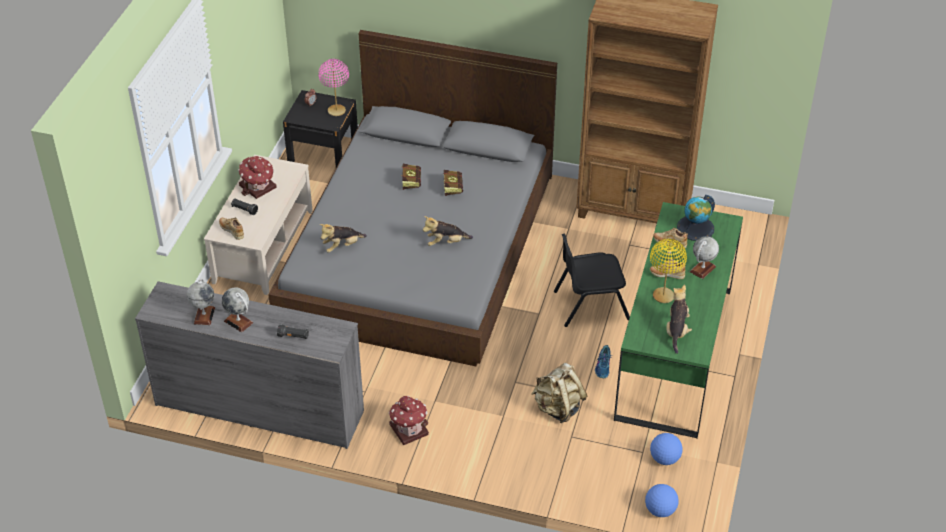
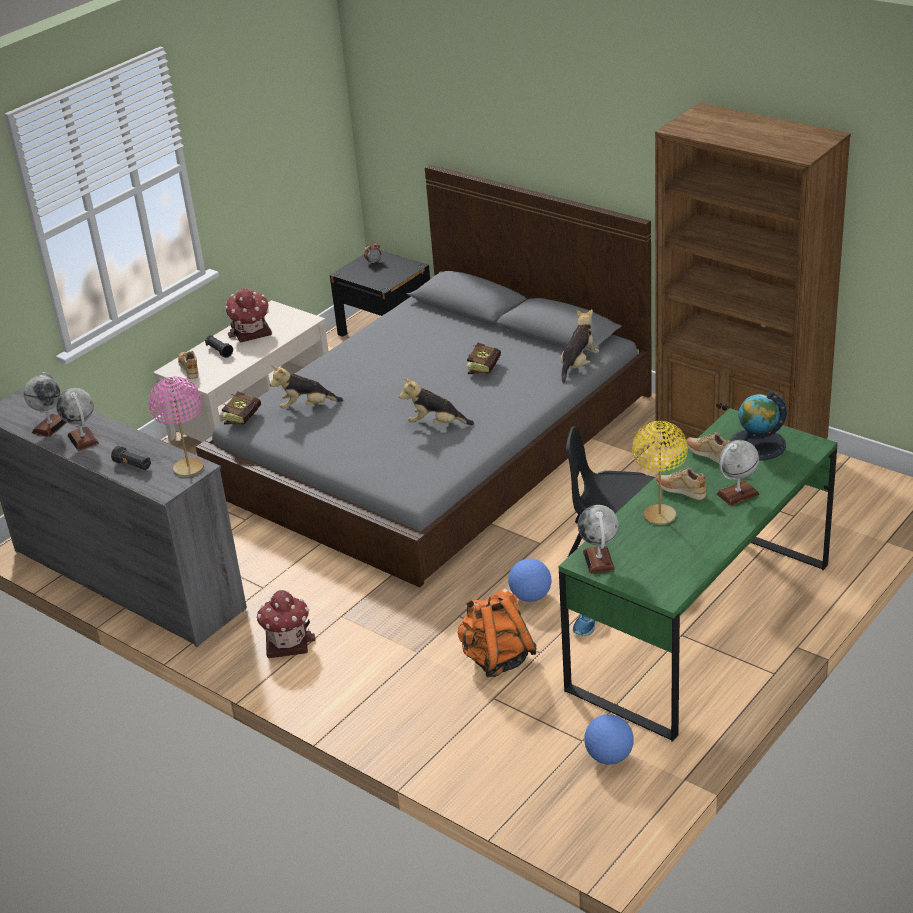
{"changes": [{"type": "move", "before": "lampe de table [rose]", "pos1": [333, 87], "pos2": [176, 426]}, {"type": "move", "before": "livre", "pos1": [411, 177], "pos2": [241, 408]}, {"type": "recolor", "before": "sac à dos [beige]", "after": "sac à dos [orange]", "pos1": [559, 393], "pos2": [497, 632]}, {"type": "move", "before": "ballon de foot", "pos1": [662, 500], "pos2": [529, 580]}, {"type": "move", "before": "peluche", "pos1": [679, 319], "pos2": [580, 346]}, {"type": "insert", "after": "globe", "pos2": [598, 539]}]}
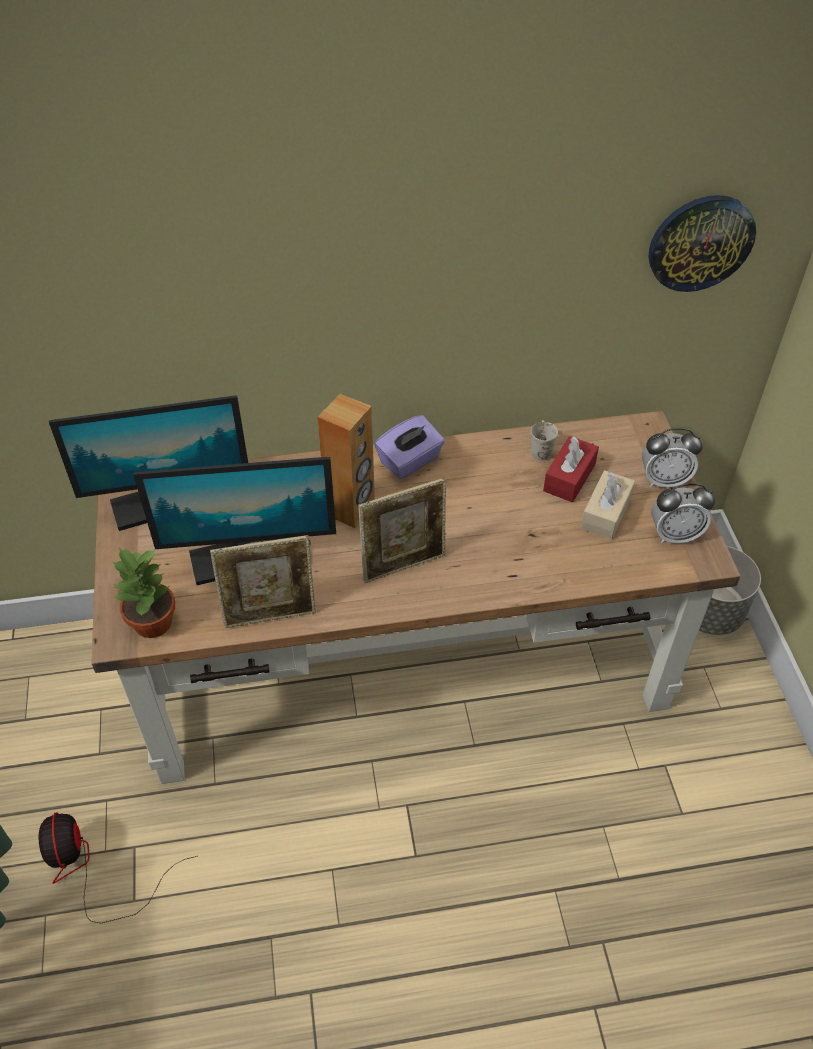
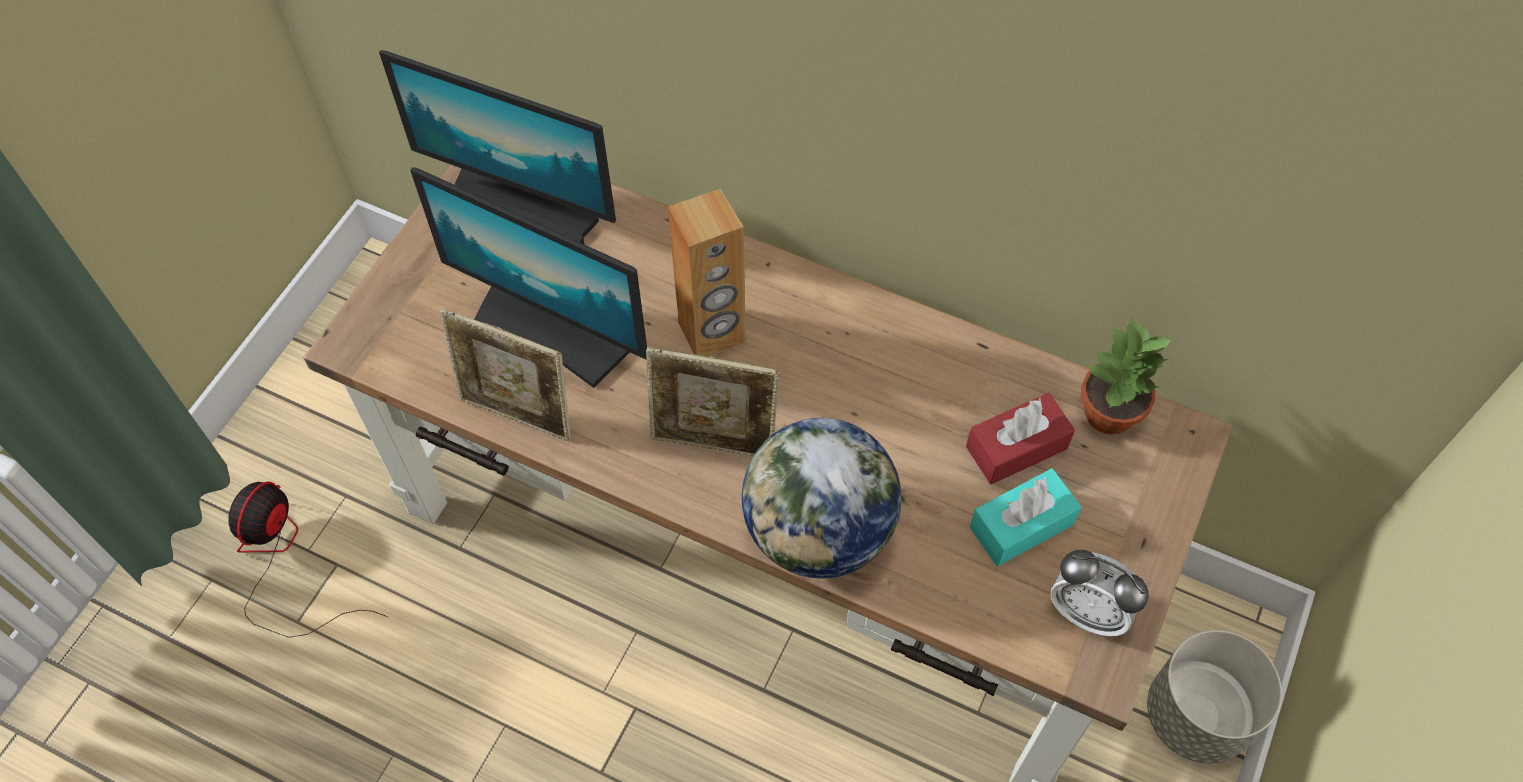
{"changes": [{"type": "move", "before": "plante en pot", "pos1": [143, 593], "pos2": [1126, 376]}, {"type": "delete", "before": "boîte à mouchoirs [violet]", "pos1": [410, 447]}, {"type": "delete", "before": "mug [blanc]", "pos1": [544, 440]}, {"type": "recolor", "before": "boîte à mouchoirs [beige]", "after": "boîte à mouchoirs [turquoise]", "pos1": [608, 505], "pos2": [1026, 517]}, {"type": "delete", "before": "réveil", "pos1": [672, 458]}, {"type": "delete", "before": "horloge murale", "pos1": [702, 243]}, {"type": "insert", "after": "globe", "pos2": [822, 498]}]}
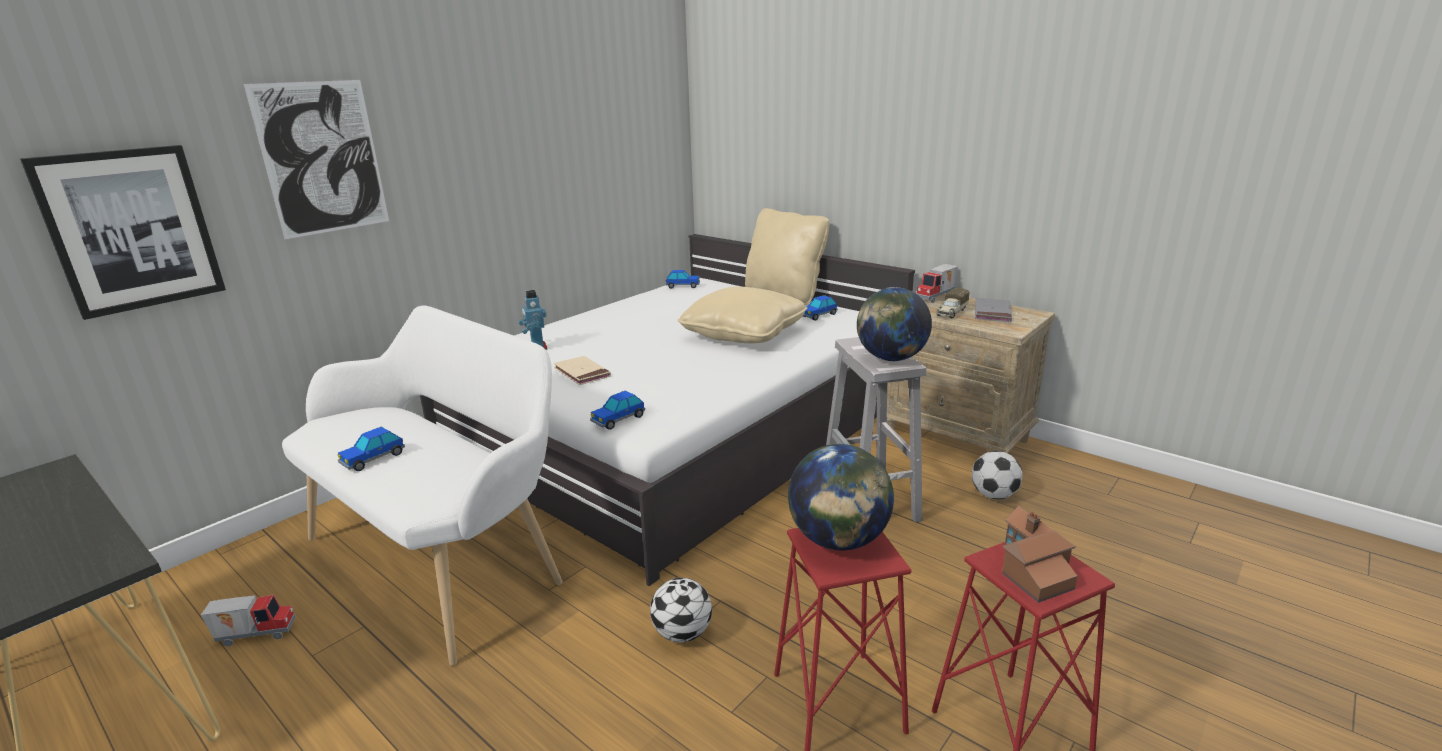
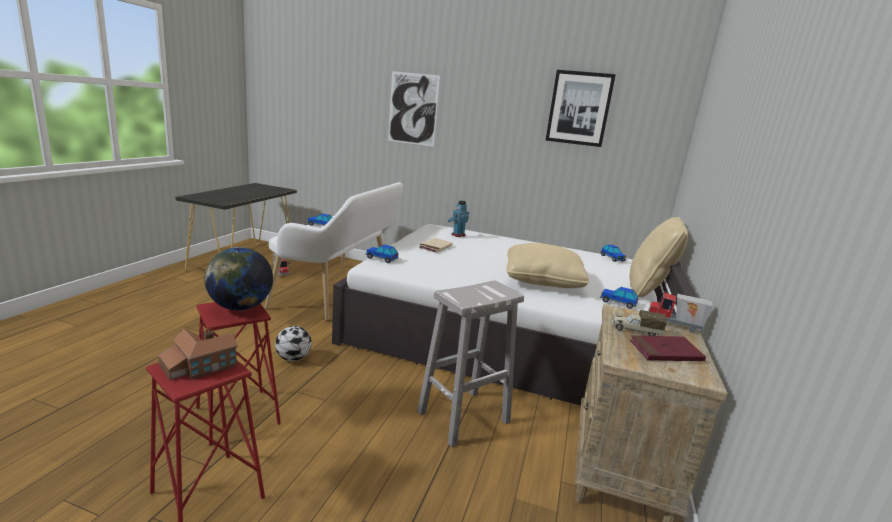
{"changes": [{"type": "move", "before": "tableau", "pos1": [123, 232], "pos2": [581, 108]}, {"type": "delete", "before": "globe", "pos1": [894, 324]}, {"type": "delete", "before": "ballon de foot", "pos1": [997, 475]}, {"type": "recolor", "before": "livre [gris]", "after": "livre [rouge]", "pos1": [993, 309], "pos2": [668, 348]}]}
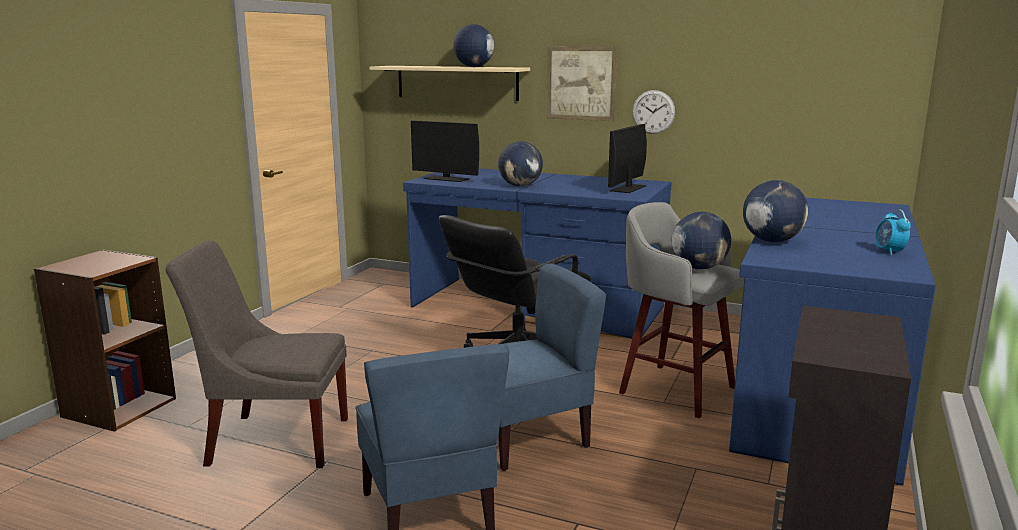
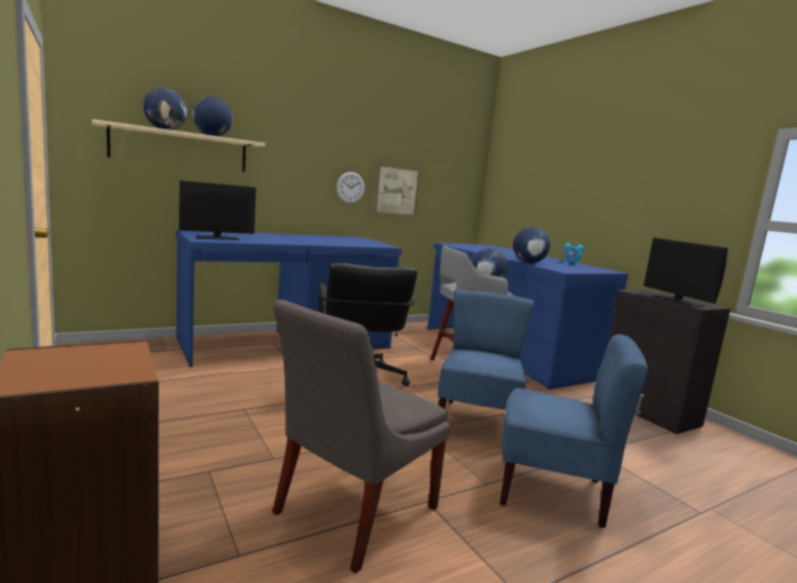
{"changes": [{"type": "move", "before": "globe", "pos1": [520, 163], "pos2": [165, 109]}, {"type": "move", "before": "tableau", "pos1": [582, 83], "pos2": [397, 190]}, {"type": "move", "before": "écran d'ordinateur", "pos1": [627, 158], "pos2": [686, 272]}]}
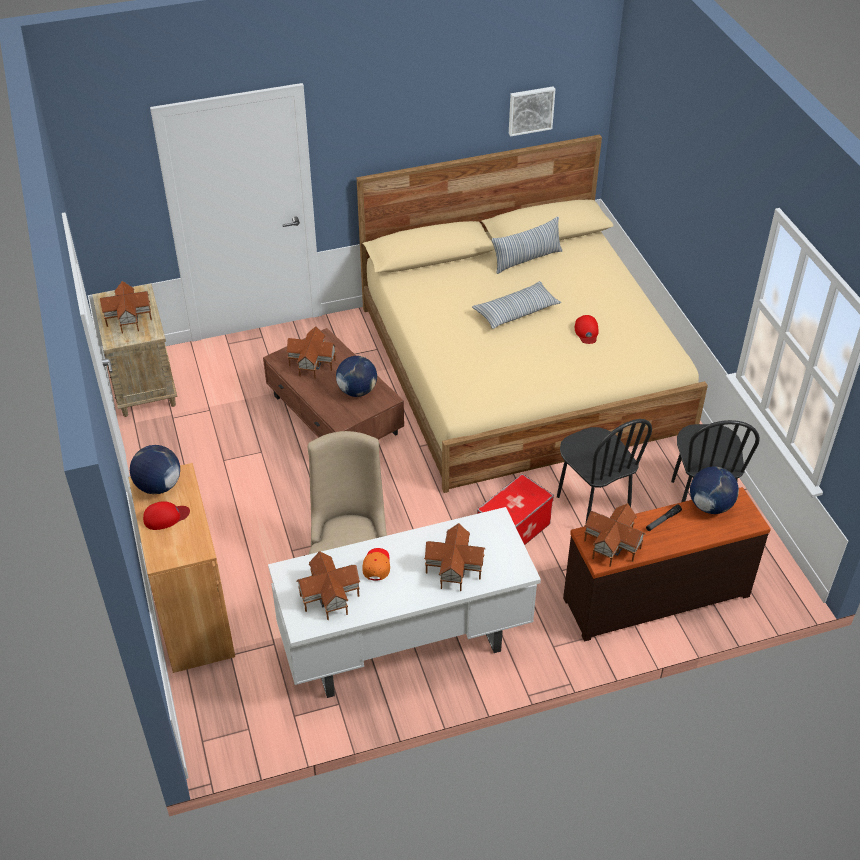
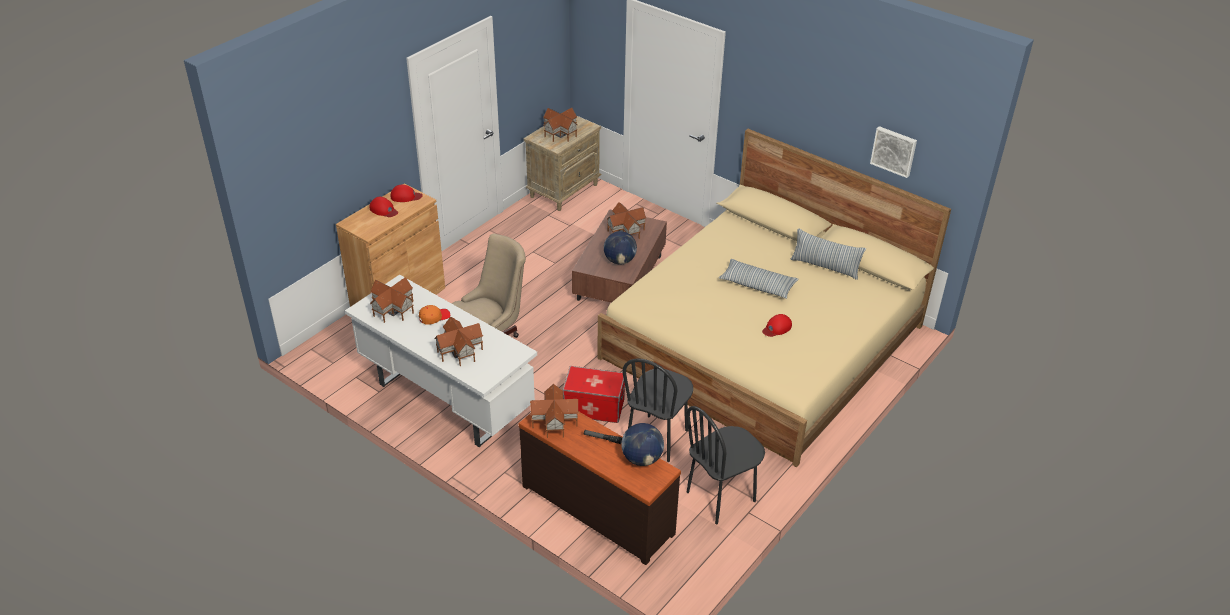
{"changes": [{"type": "replace", "before": "globe", "after": "casquette [rouge]", "pos1": [155, 469], "pos2": [407, 193]}]}
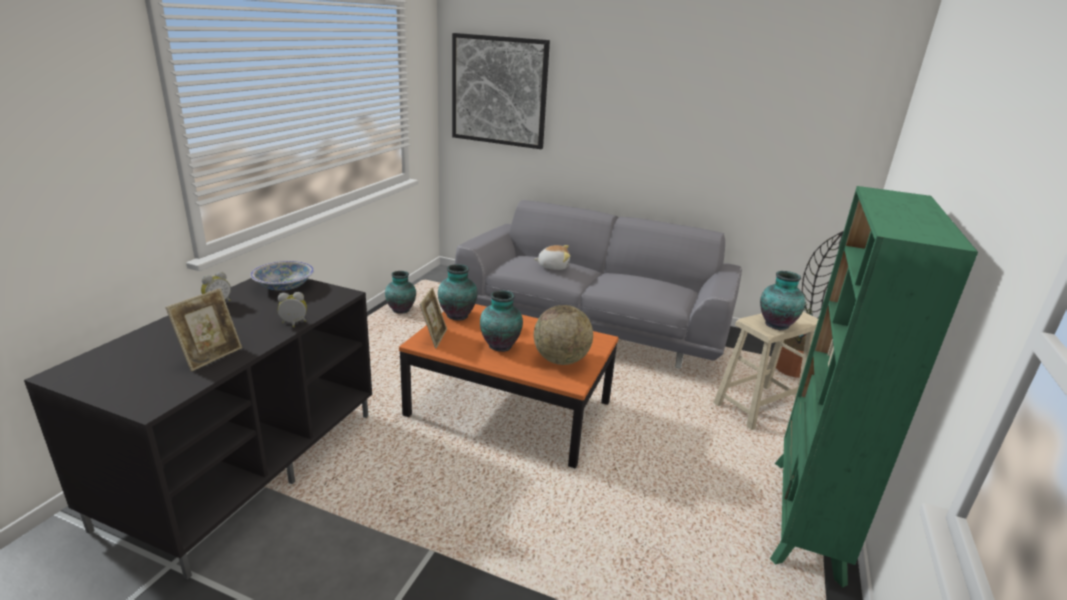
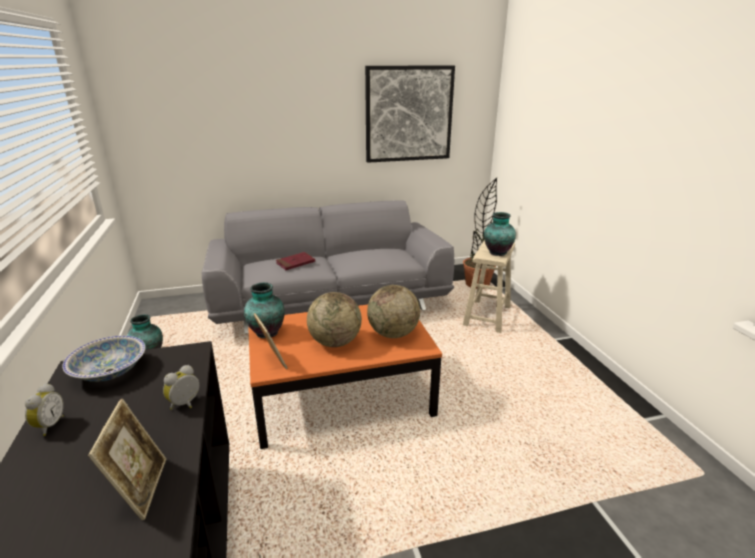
{"changes": [{"type": "move", "before": "tableau", "pos1": [501, 91], "pos2": [410, 114]}, {"type": "replace", "before": "vase", "after": "globe", "pos1": [501, 321], "pos2": [334, 319]}, {"type": "replace", "before": "peluche", "after": "livre [rouge]", "pos1": [552, 257], "pos2": [295, 261]}, {"type": "delete", "before": "bibliothèque [vert]", "pos1": [874, 386]}]}
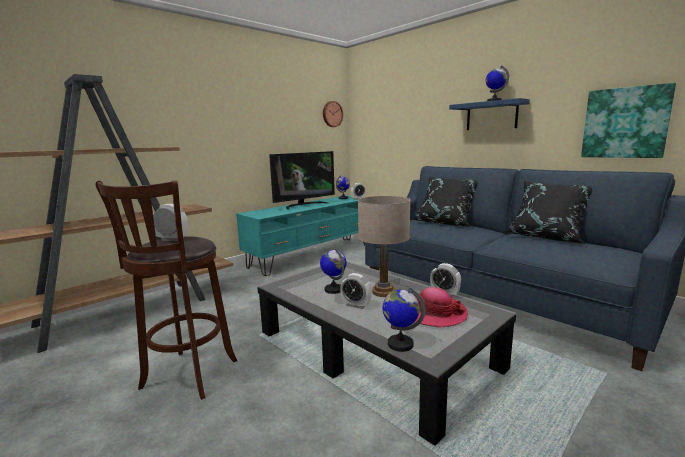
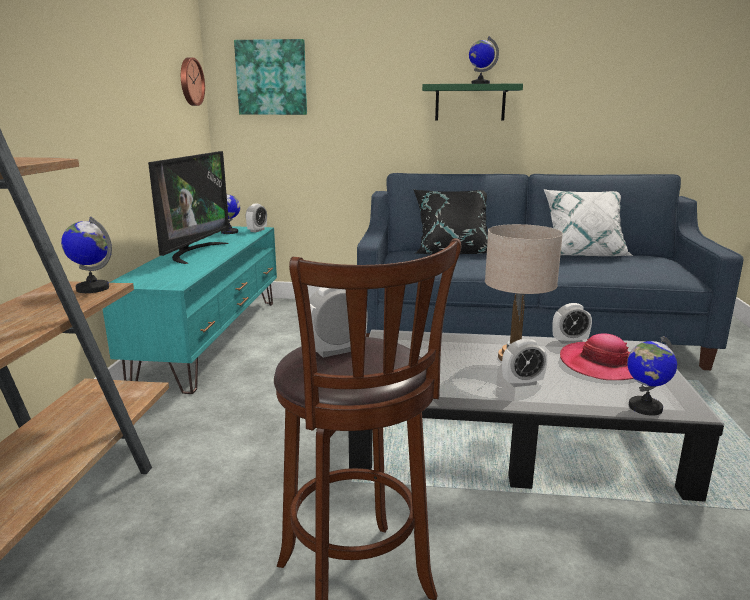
{"changes": [{"type": "move", "before": "globe", "pos1": [333, 271], "pos2": [86, 254]}, {"type": "recolor", "before": "étagère [bleu]", "after": "étagère [vert]", "pos1": [489, 114], "pos2": [472, 102]}, {"type": "recolor", "before": "coussin [noir]", "after": "coussin [blanc]", "pos1": [548, 212], "pos2": [588, 222]}, {"type": "move", "before": "tableau", "pos1": [628, 120], "pos2": [270, 77]}]}
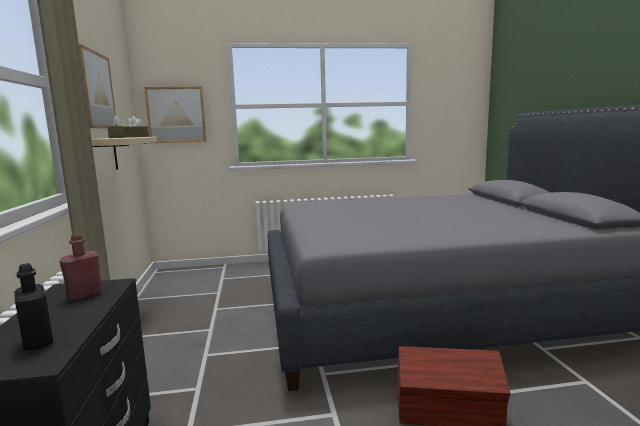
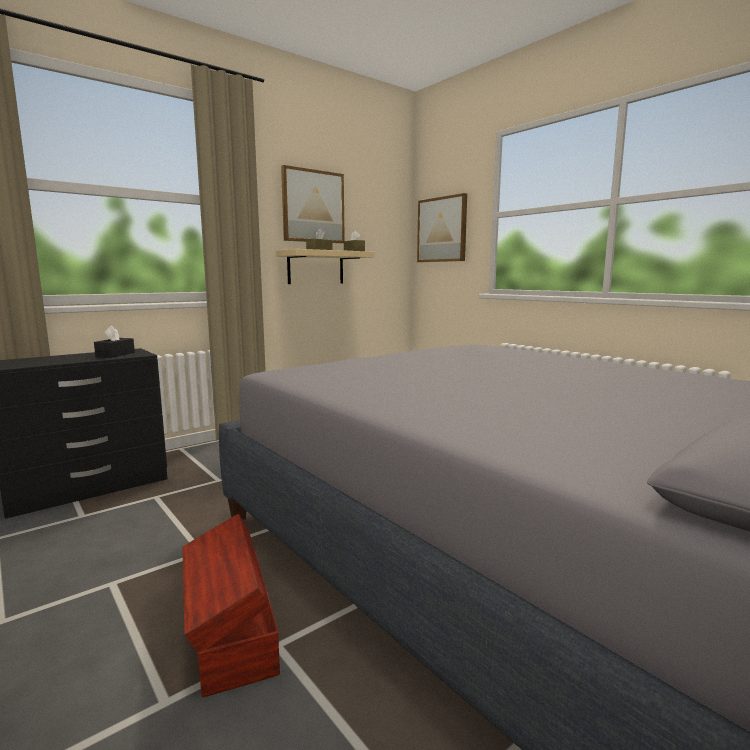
{"changes": [{"type": "delete", "before": "bouteille [noir]", "pos1": [33, 307]}, {"type": "replace", "before": "bouteille [rouge]", "after": "boîte à mouchoirs [noir]", "pos1": [80, 267], "pos2": [114, 342]}]}
